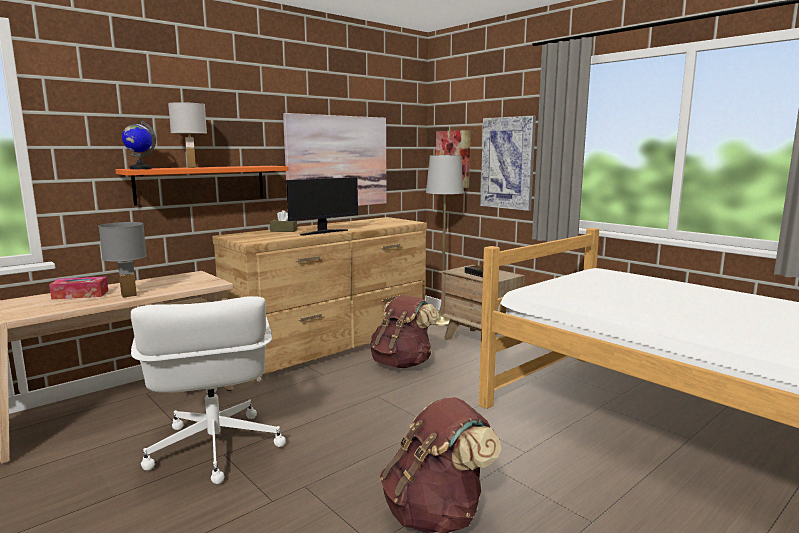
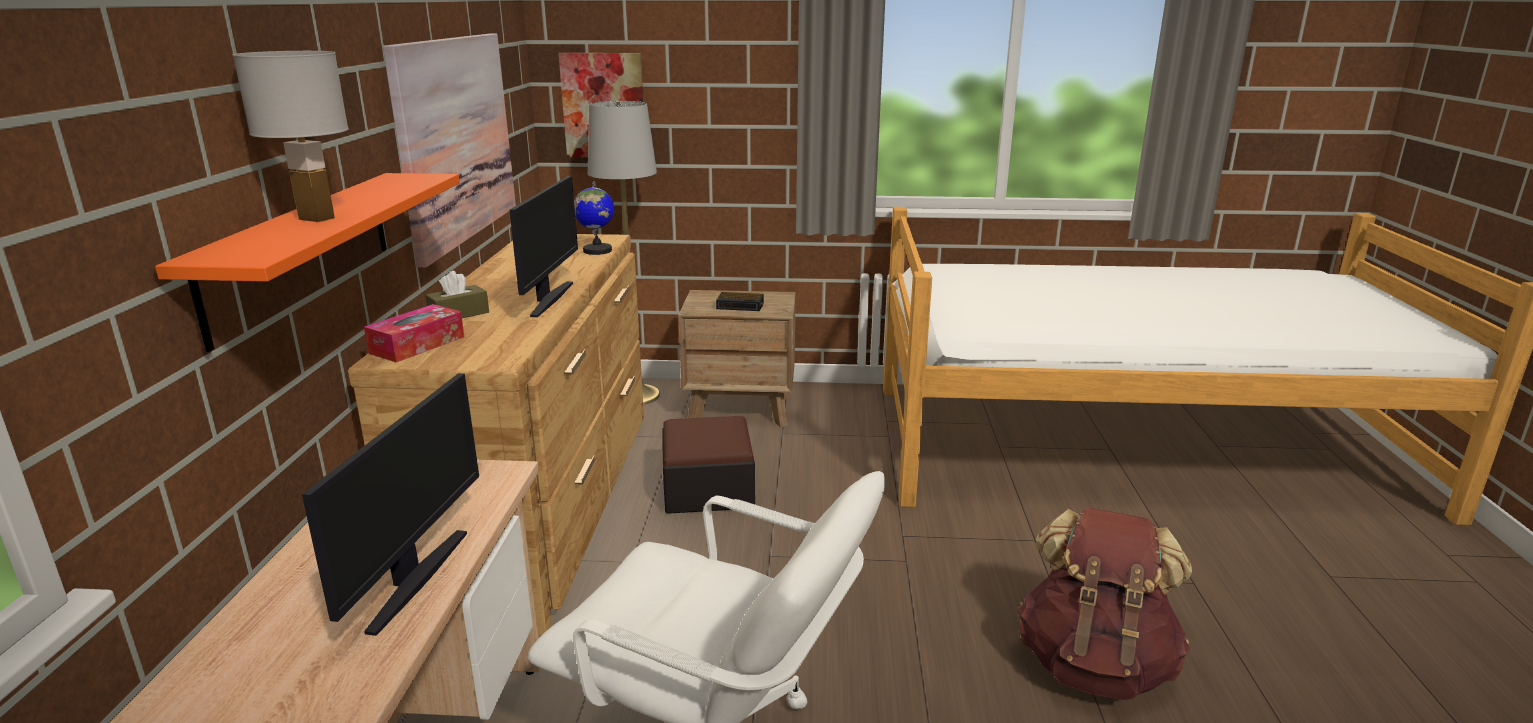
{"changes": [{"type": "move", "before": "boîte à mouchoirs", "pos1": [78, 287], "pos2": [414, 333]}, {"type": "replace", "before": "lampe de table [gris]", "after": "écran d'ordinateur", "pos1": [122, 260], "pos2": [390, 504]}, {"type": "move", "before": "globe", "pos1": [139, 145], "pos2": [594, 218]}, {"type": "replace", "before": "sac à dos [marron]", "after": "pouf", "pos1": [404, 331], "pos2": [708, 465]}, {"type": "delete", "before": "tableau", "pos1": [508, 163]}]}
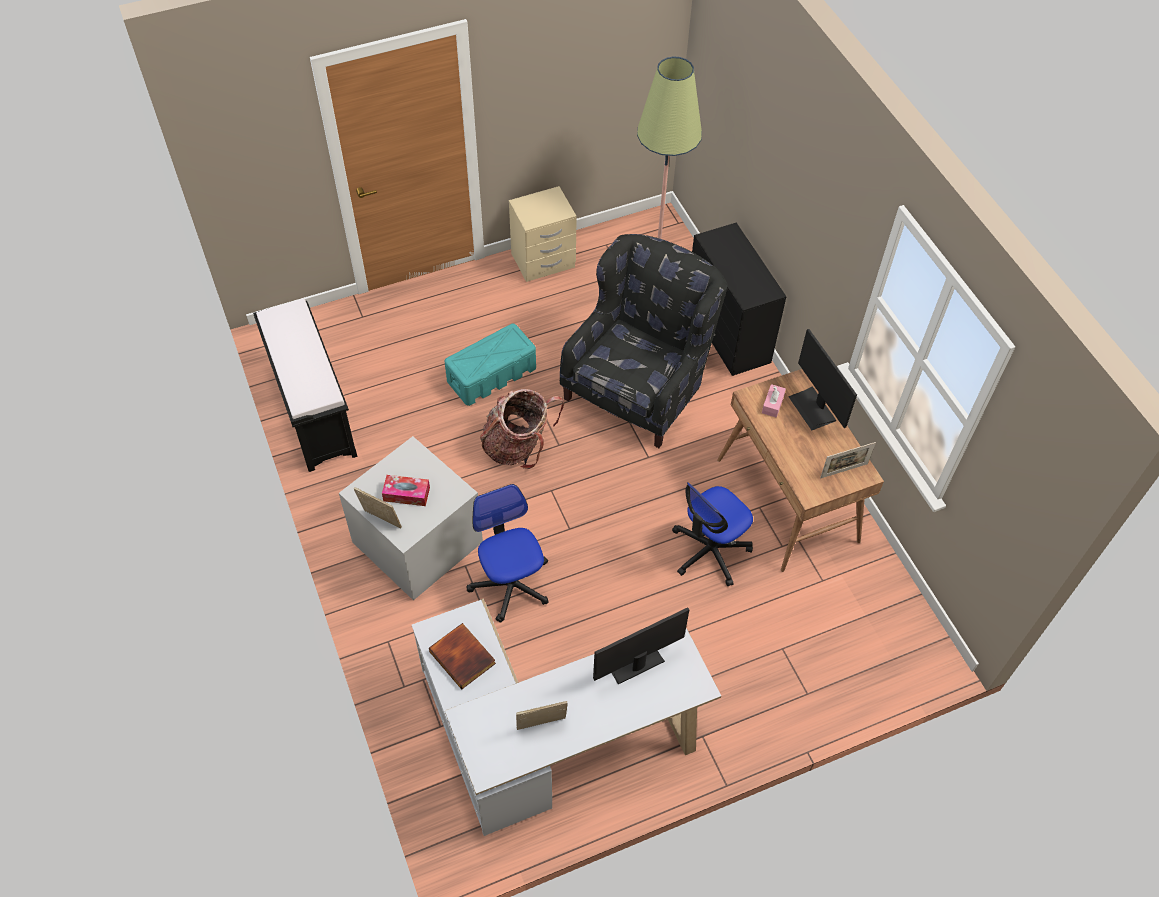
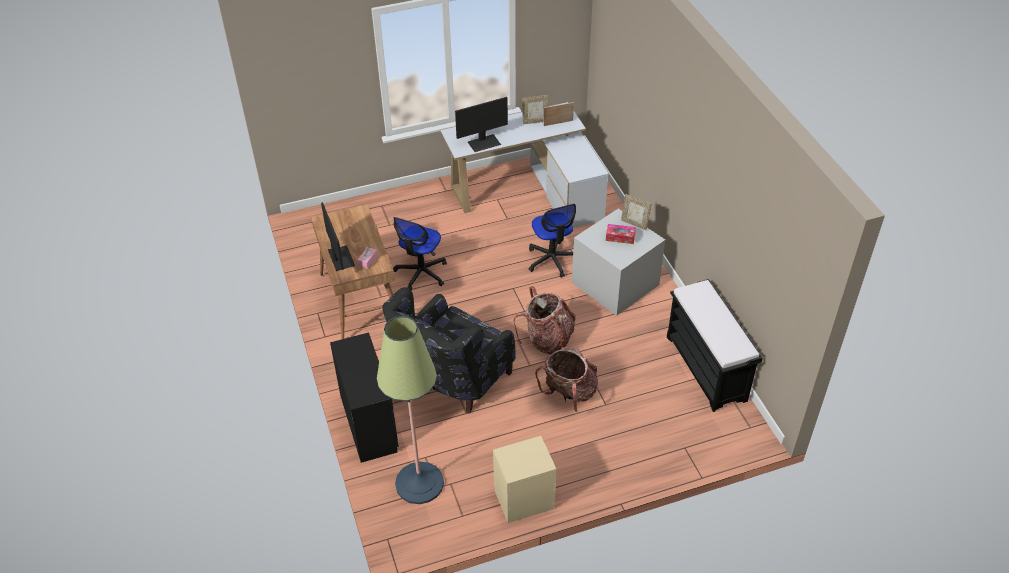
{"changes": [{"type": "delete", "before": "livre", "pos1": [462, 656]}, {"type": "replace", "before": "boîte de rangement [turquoise]", "after": "sac à dos", "pos1": [490, 365], "pos2": [566, 380]}, {"type": "rotate", "before": "chaise de bureau", "pos1": [712, 534], "pos2": [420, 253], "turn": 150}, {"type": "move", "before": "cadre photo", "pos1": [848, 460], "pos2": [558, 114]}]}
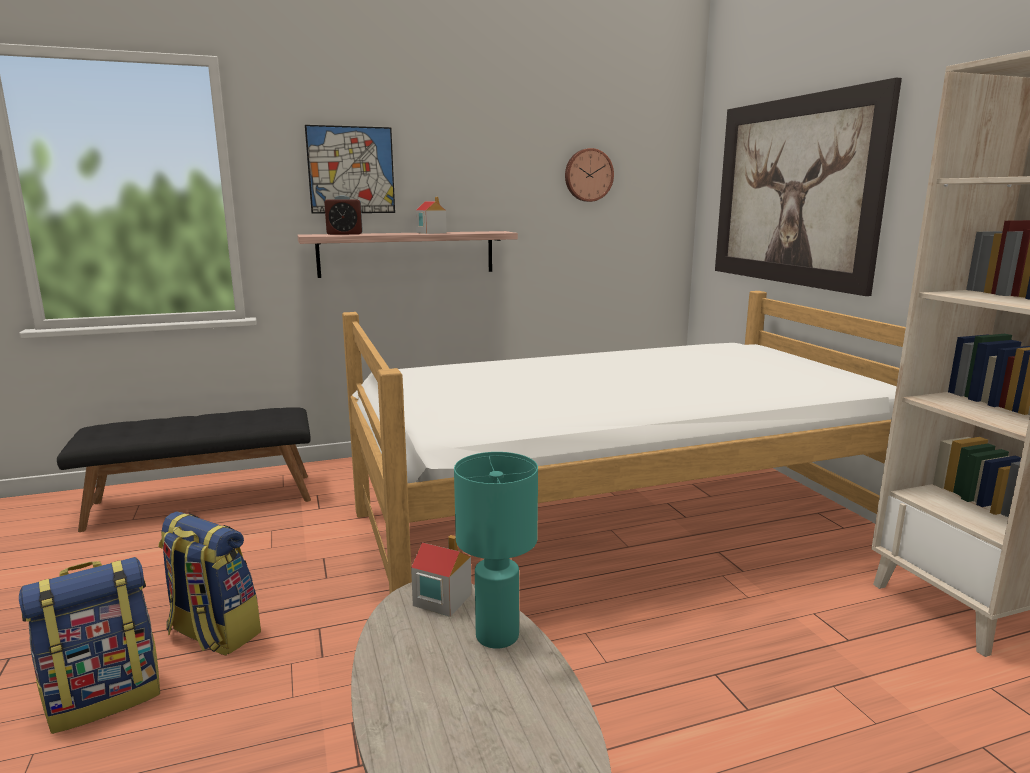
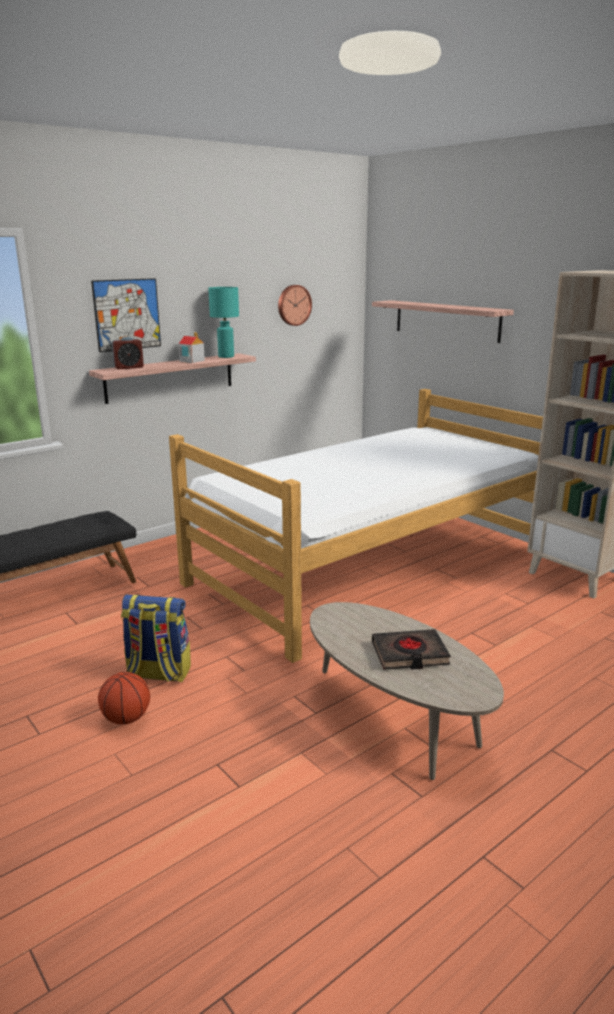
{"changes": [{"type": "replace", "before": "sac à dos", "after": "ballon de basket", "pos1": [89, 645], "pos2": [124, 698]}, {"type": "delete", "before": "maison miniature", "pos1": [441, 576]}, {"type": "move", "before": "lampe de table [turquoise]", "pos1": [496, 550], "pos2": [223, 322]}, {"type": "replace", "before": "tableau", "after": "étagère", "pos1": [808, 187], "pos2": [443, 321]}, {"type": "insert", "after": "livre [noir]", "pos2": [411, 649]}]}
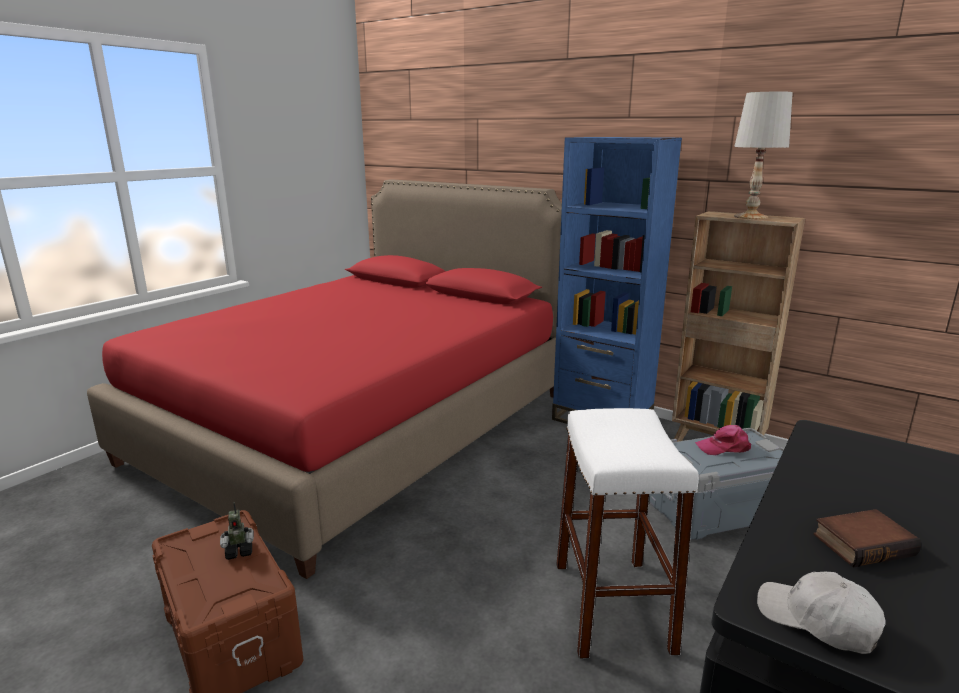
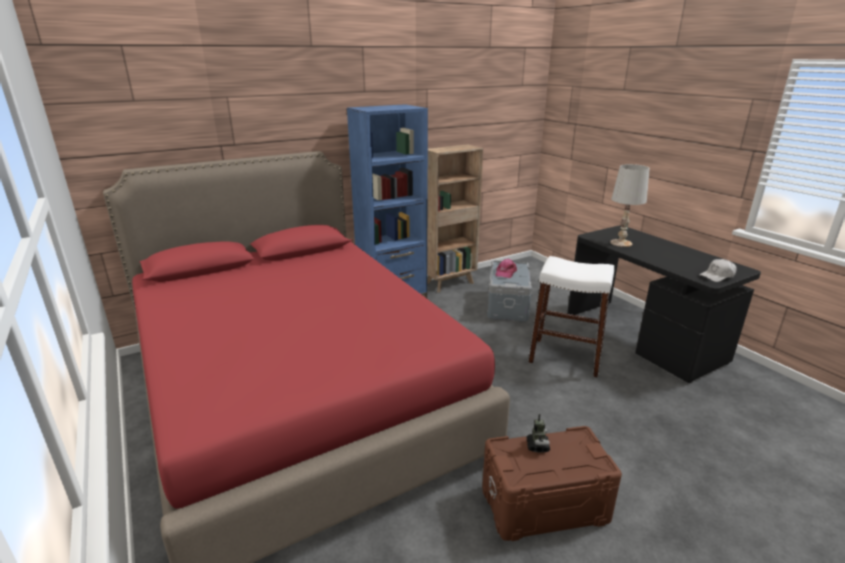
{"changes": [{"type": "move", "before": "lampe de table [blanc]", "pos1": [763, 156], "pos2": [630, 205]}, {"type": "delete", "before": "livre", "pos1": [867, 538]}]}
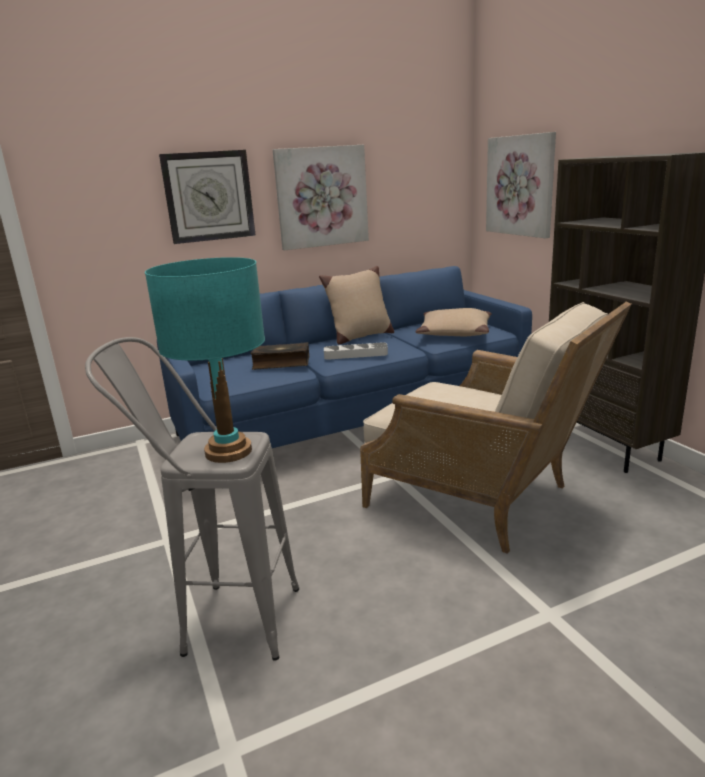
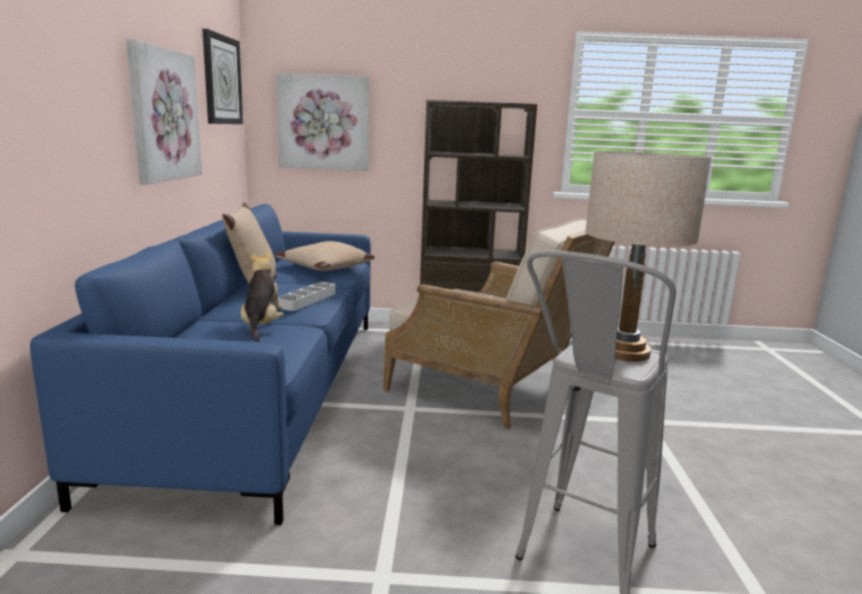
{"changes": [{"type": "recolor", "before": "lampe de table [turquoise]", "after": "lampe de table [beige]", "pos1": [205, 360], "pos2": [648, 256]}, {"type": "move", "before": "horloge murale", "pos1": [207, 197], "pos2": [222, 76]}, {"type": "replace", "before": "livre", "after": "peluche", "pos1": [279, 356], "pos2": [262, 297]}, {"type": "rotate", "before": "fauteuil [beige]", "pos1": [496, 428], "pos2": [499, 324], "turn": 60}]}
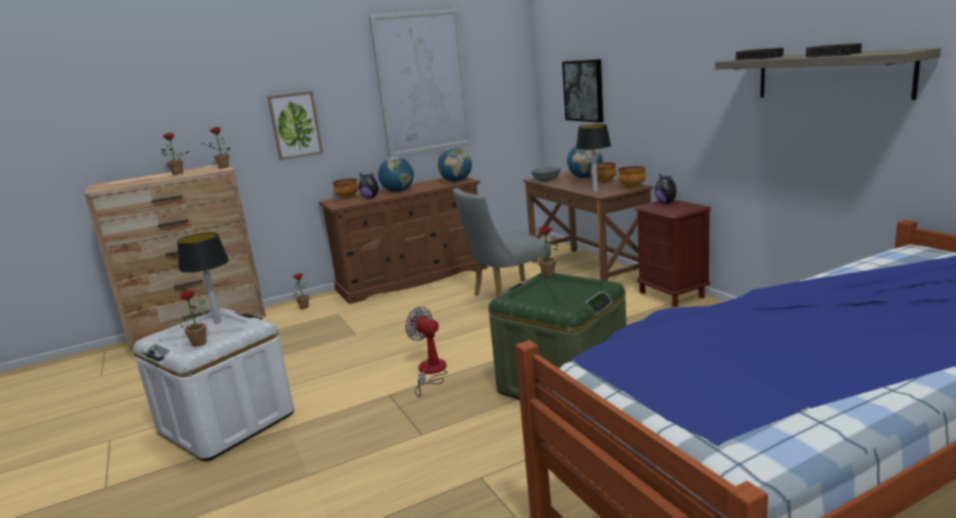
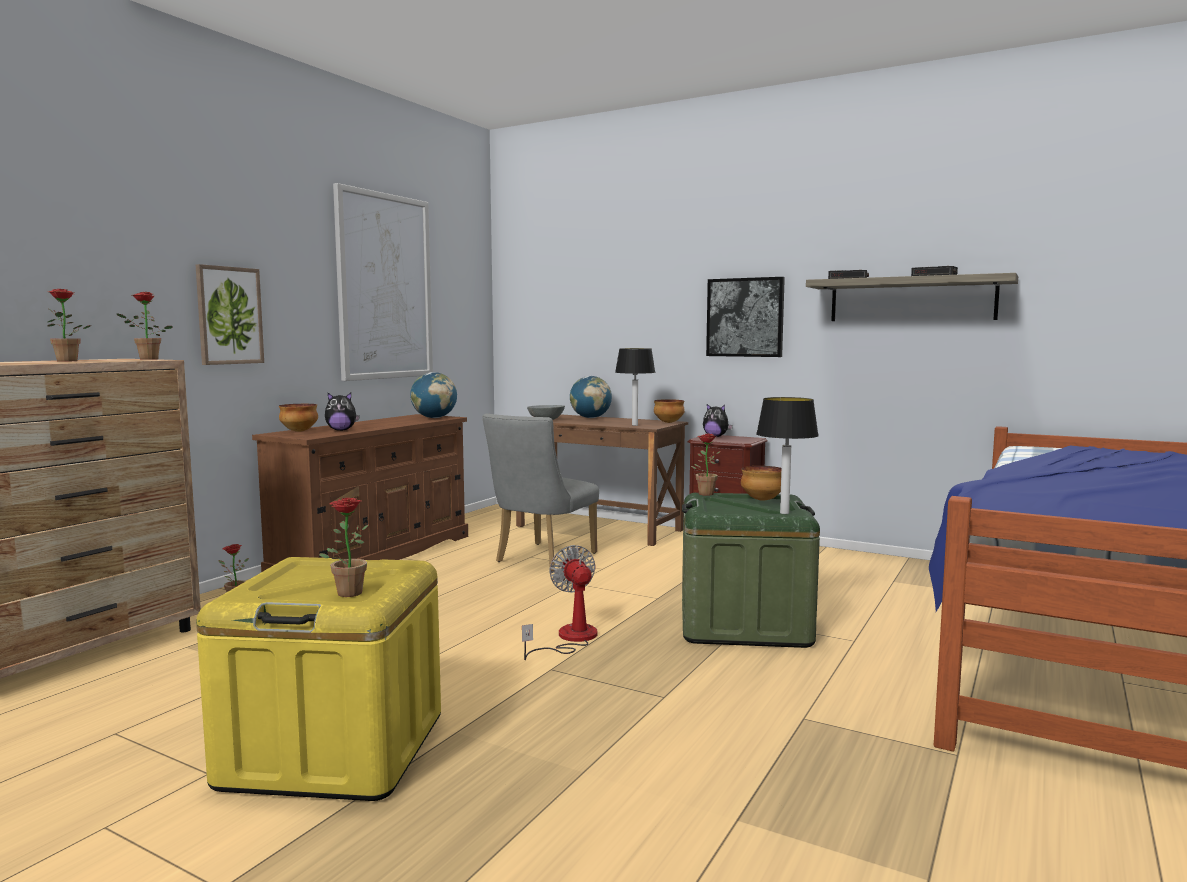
{"changes": [{"type": "recolor", "before": "boîte de rangement [blanc]", "after": "boîte de rangement [jaune]", "pos1": [213, 384], "pos2": [318, 679]}, {"type": "move", "before": "lampe de table", "pos1": [203, 277], "pos2": [787, 455]}, {"type": "delete", "before": "globe", "pos1": [396, 174]}, {"type": "rotate", "before": "ventilateur", "pos1": [426, 351], "pos2": [559, 602], "turn": 60}, {"type": "move", "before": "tableau", "pos1": [582, 91], "pos2": [745, 317]}, {"type": "move", "before": "bol", "pos1": [603, 172], "pos2": [761, 483]}]}
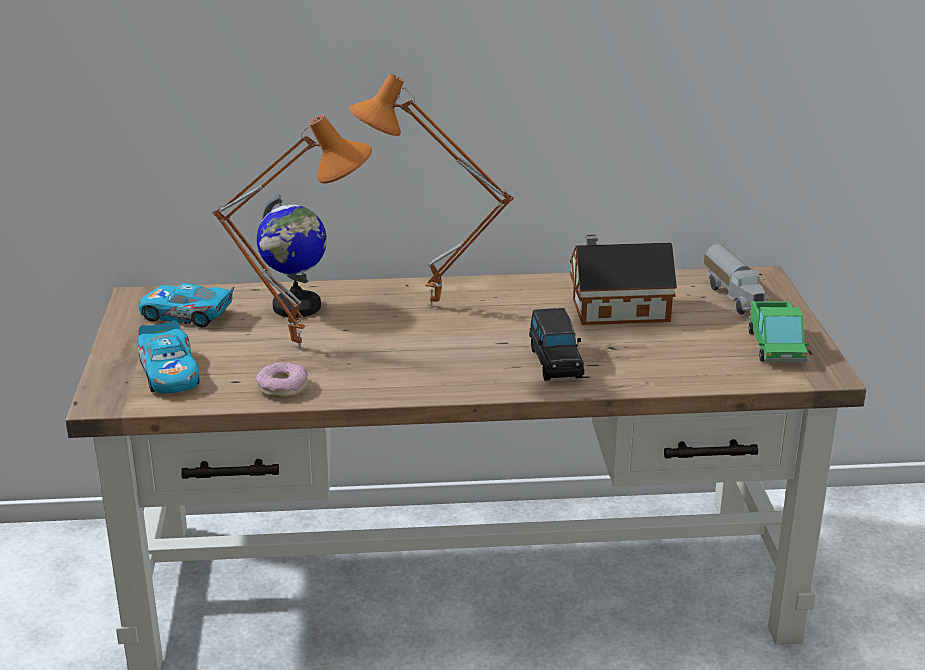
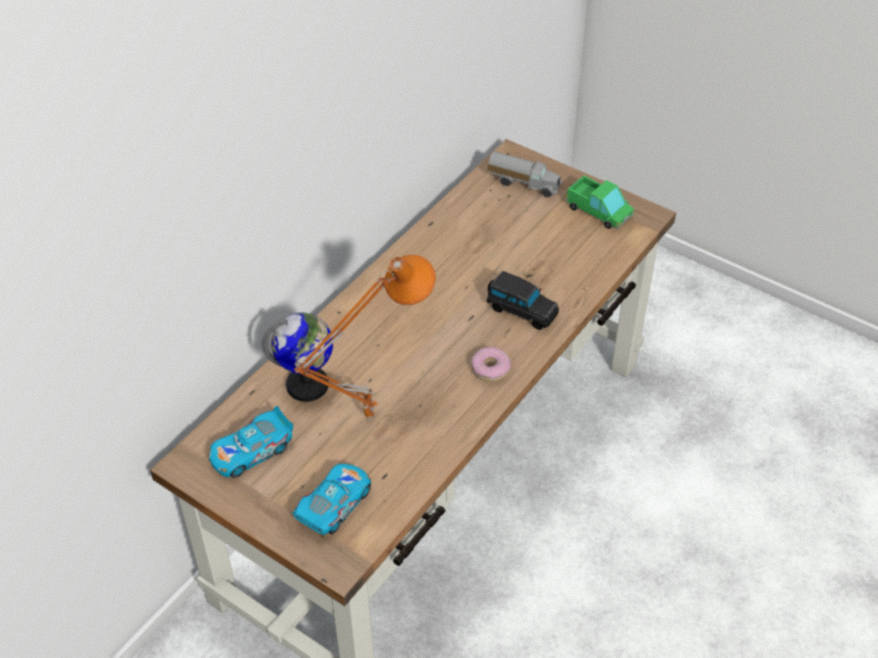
{"changes": [{"type": "rotate", "before": "petite voiture", "pos1": [168, 357], "pos2": [331, 499], "turn": -75}, {"type": "move", "before": "beignet", "pos1": [282, 380], "pos2": [491, 364]}, {"type": "delete", "before": "lampe de table [orange]", "pos1": [431, 190]}, {"type": "delete", "before": "maison miniature", "pos1": [623, 279]}]}
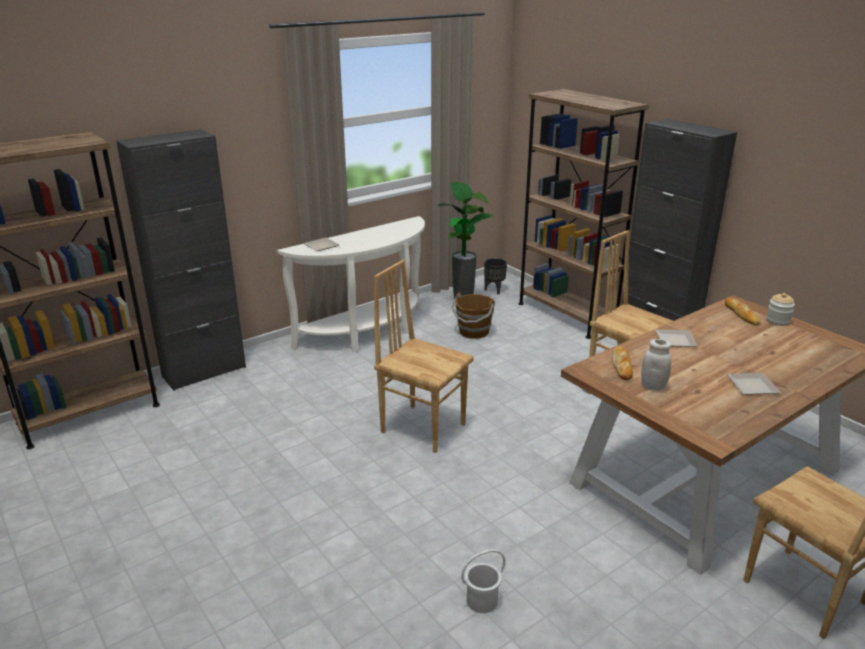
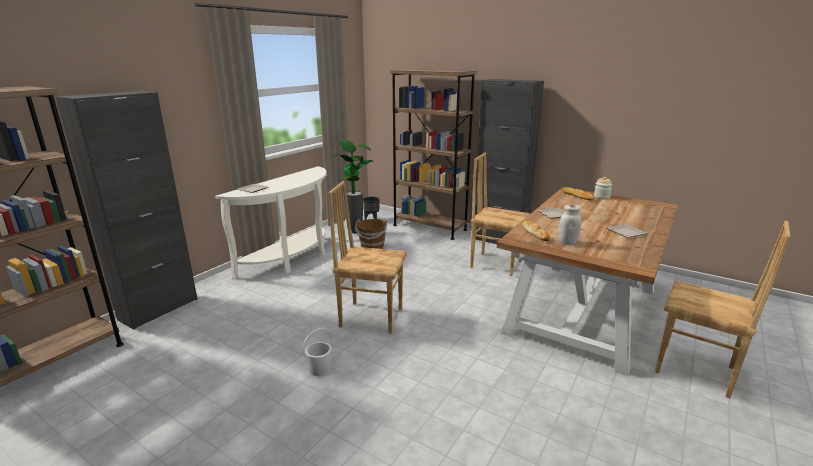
{"changes": [{"type": "move", "before": "seau [blanc]", "pos1": [483, 581], "pos2": [317, 352]}]}
